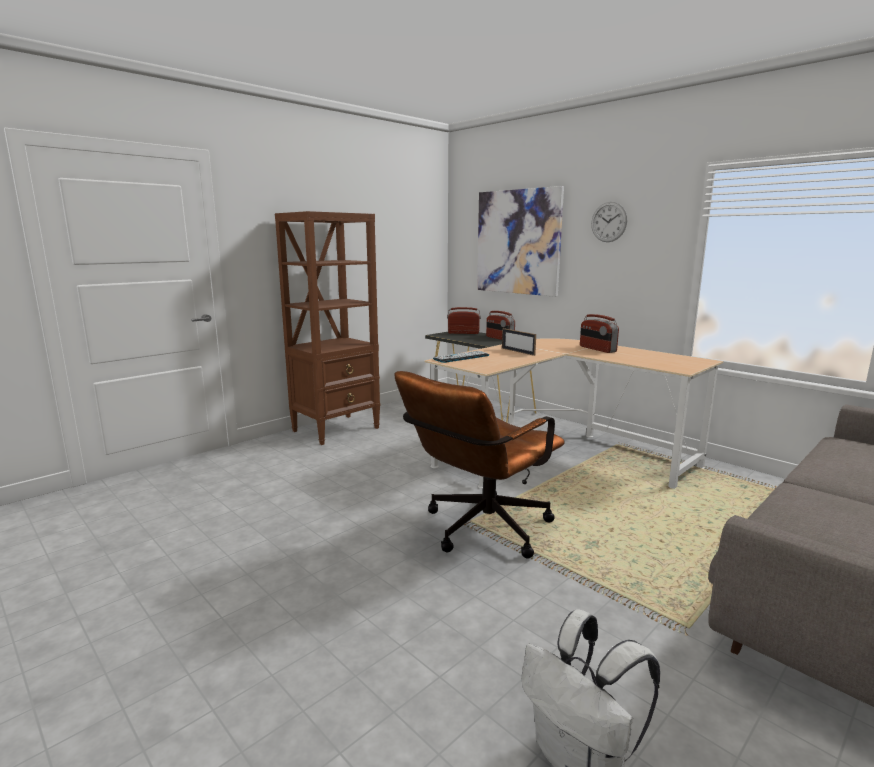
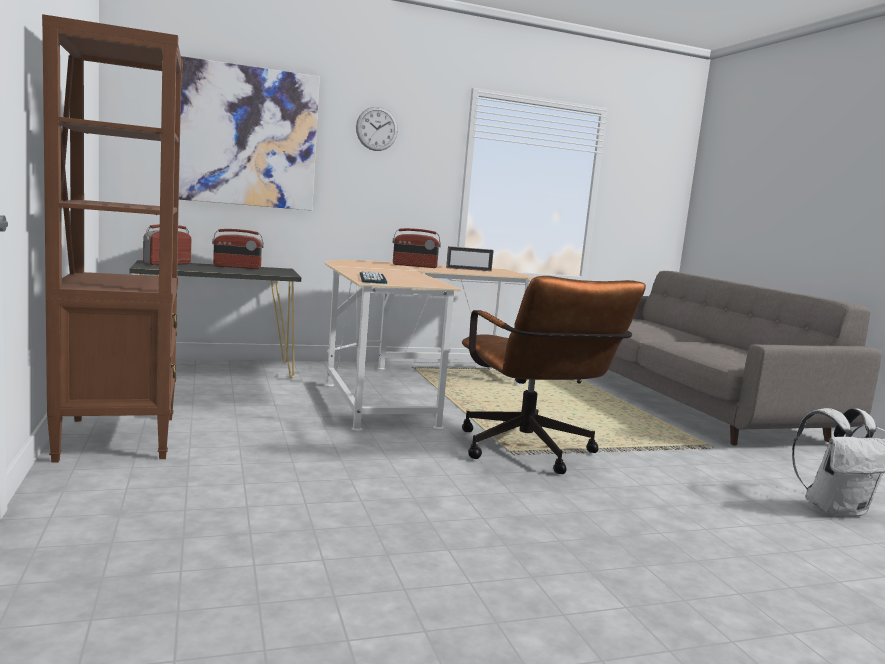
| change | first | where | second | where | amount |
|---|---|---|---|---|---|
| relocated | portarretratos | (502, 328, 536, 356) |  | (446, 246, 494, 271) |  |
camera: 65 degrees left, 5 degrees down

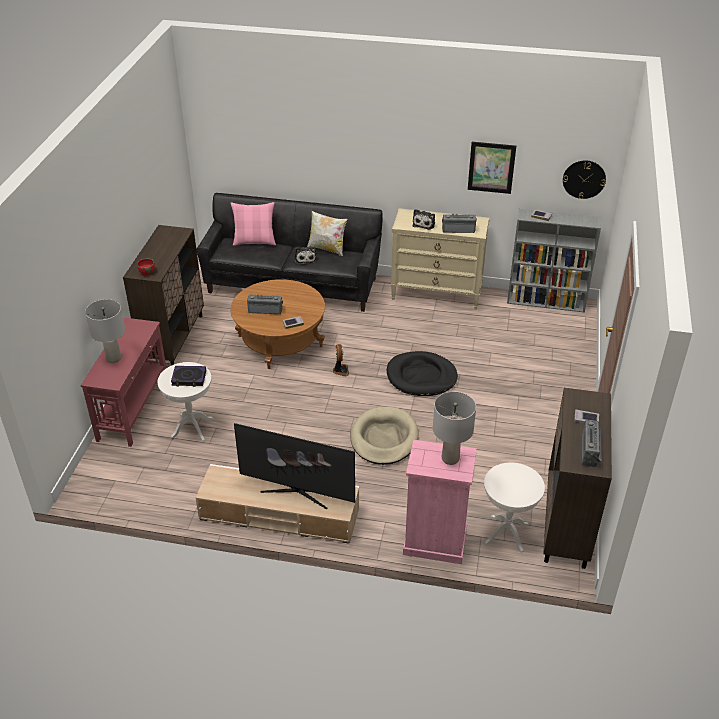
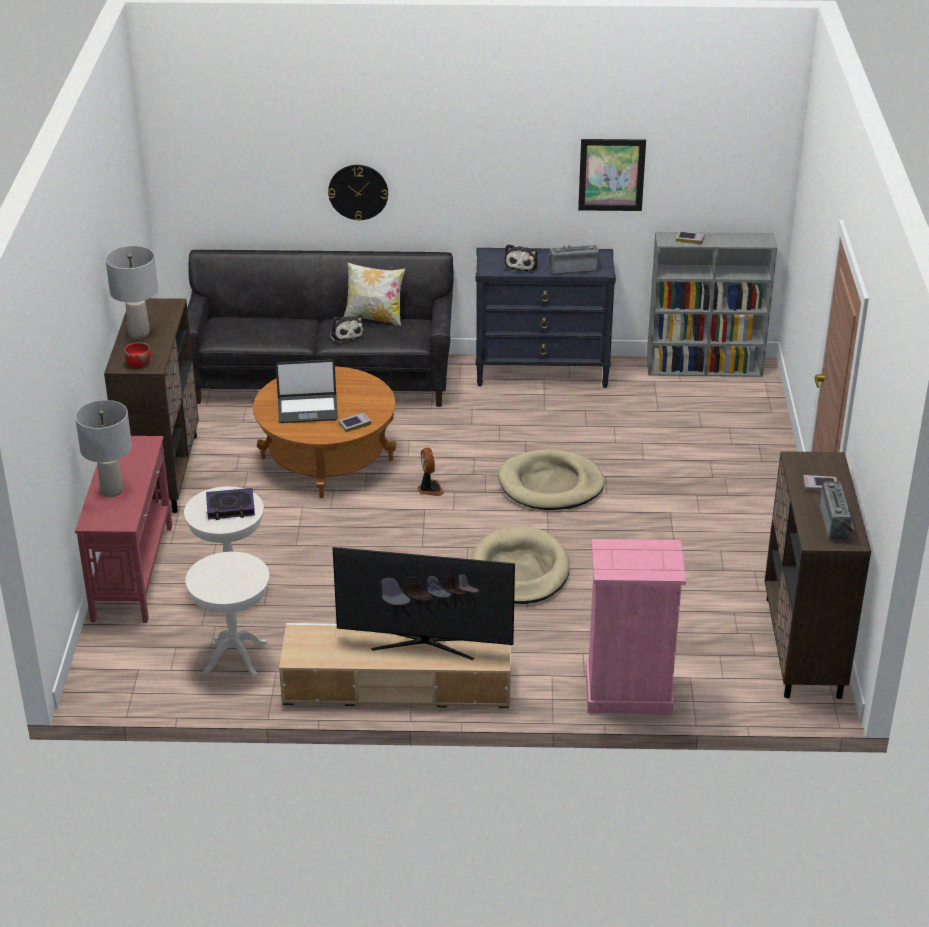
| change | first | where | second | where | amount |
|---|---|---|---|---|---|
| relocated | reloj de pared | (563, 160, 606, 199) |  | (328, 165, 388, 221) |  |
| missing | cojín [rosa] | (230, 202, 276, 246) |  |  |  |
| colour | cómoda [beis] | (391, 208, 490, 310) | cómoda [negro] | (476, 248, 616, 388) |  |
| exchanged | radio | (247, 294, 283, 314) | portátil | (276, 359, 338, 423) |  |
| colour | cama para perro [negro] | (387, 351, 458, 396) | cama para perro [beis] | (498, 449, 604, 510) |  |
| relocated | lámpara de mesa [gris] | (433, 392, 476, 465) |  | (106, 246, 158, 339) |  |
| relocated | mesa auxiliar [blanco] | (484, 463, 545, 553) |  | (186, 552, 270, 677) |  |
camera: 10 degrees left, 5 degrees down

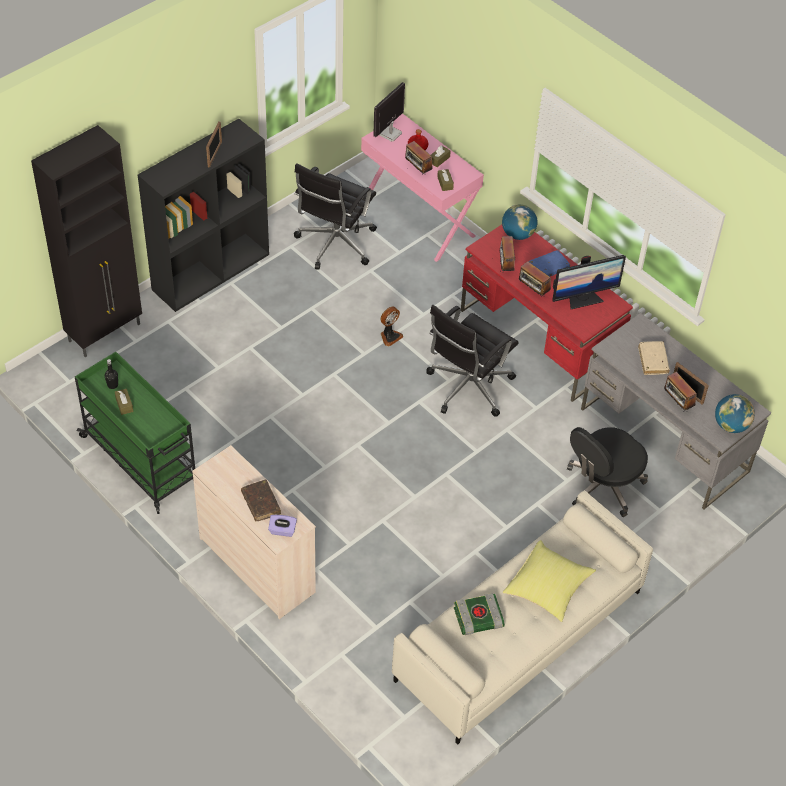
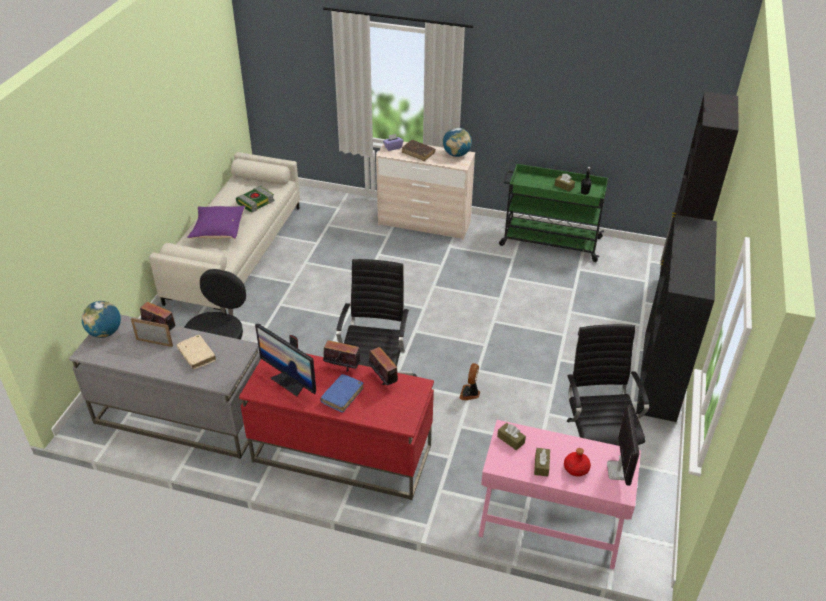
| change | first | where | second | where | amount |
|---|---|---|---|---|---|
| missing | portarretratos | (206, 121, 222, 167) |  |  |  |
| missing | radio | (405, 141, 433, 175) |  |  |  |
| relocated | globo terráqueo | (502, 204, 538, 240) |  | (443, 127, 472, 157) |  |
| spun | monitor | (552, 255, 626, 309) |  | (255, 324, 316, 396) | 90 degrees counterclockwise |
| colour | cojín [amarillo] | (503, 540, 596, 622) | cojín [morado] | (187, 206, 245, 239) |  |
camera: 150 degrees right, 10 degrees down

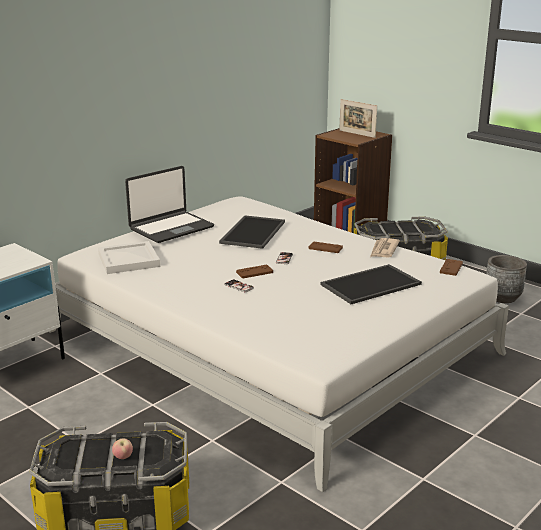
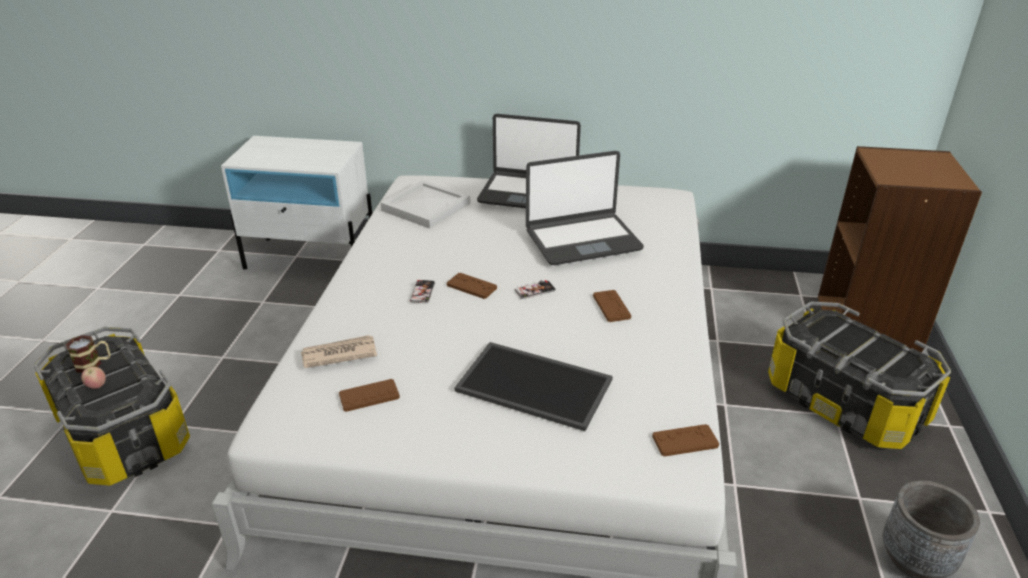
| change | first | where | second | where | amount |
|---|---|---|---|---|---|
| missing | portarretratos | (339, 99, 377, 138) |  |  |  |
| exchanged | bandeja | (219, 215, 285, 249) | portátil | (526, 151, 644, 265) |  |
| relocated | periódico | (370, 238, 400, 258) |  | (301, 335, 377, 368) |  |
| appeared |  |  | taza grande | (65, 335, 111, 373) |  |
| appeared |  |  | mando de consola [marrón] | (339, 379, 400, 412) |  |
camera: 55 degrees right, 10 degrees up

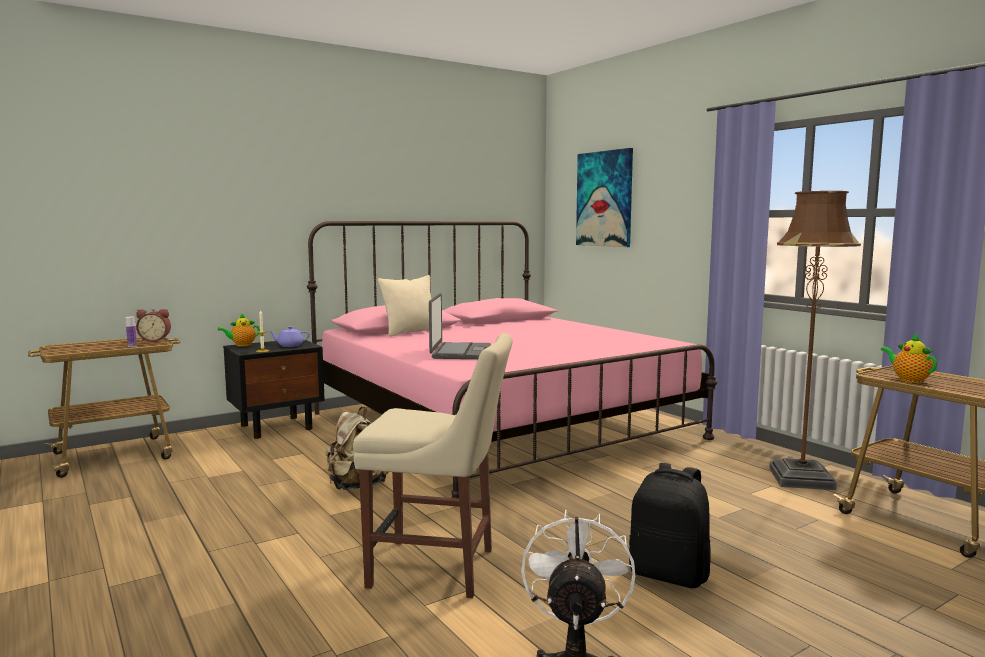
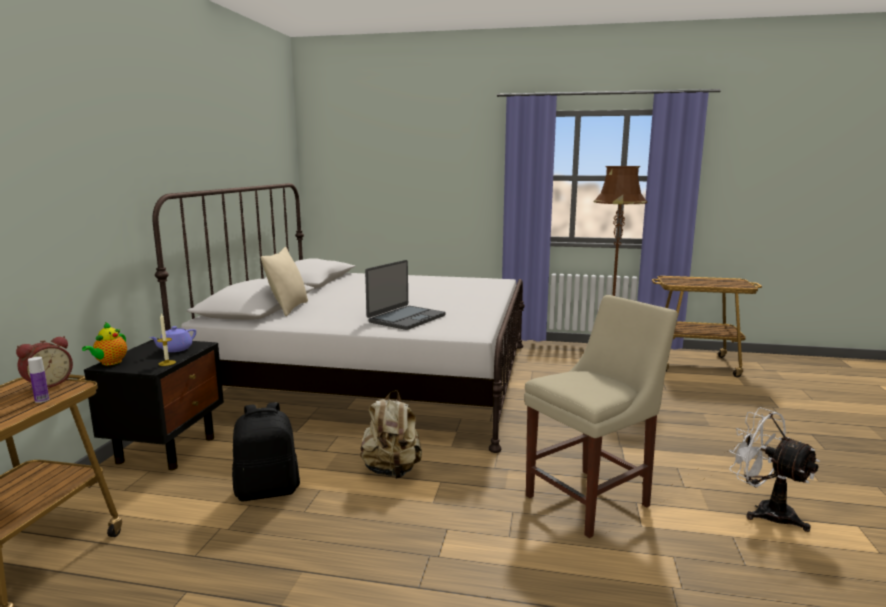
| change | first | where | second | where | amount |
|---|---|---|---|---|---|
| missing | cuadro | (576, 148, 633, 247) |  |  |  |
| colour | cama [rosa] | (307, 221, 717, 507) | cama [blanco] | (152, 183, 525, 453) |  |
| spun | portátil | (429, 293, 491, 359) |  | (365, 260, 446, 330) | 75 degrees clockwise |
| missing | tetera | (881, 334, 937, 383) |  |  |  |
| relocated | mochila [negro] | (629, 463, 710, 588) |  | (232, 402, 300, 501) |  |
camera: 45 degrees left, 5 degrees up

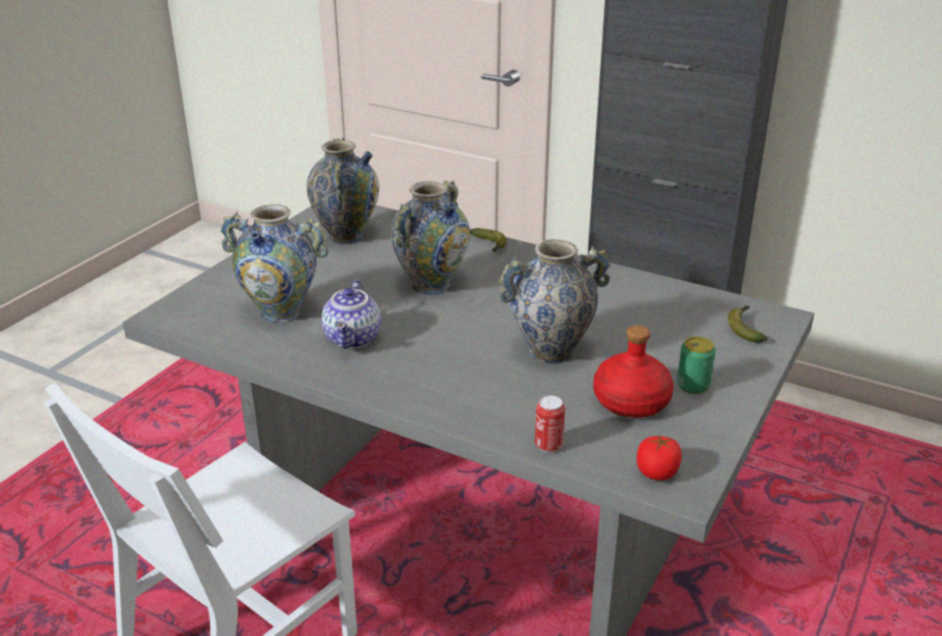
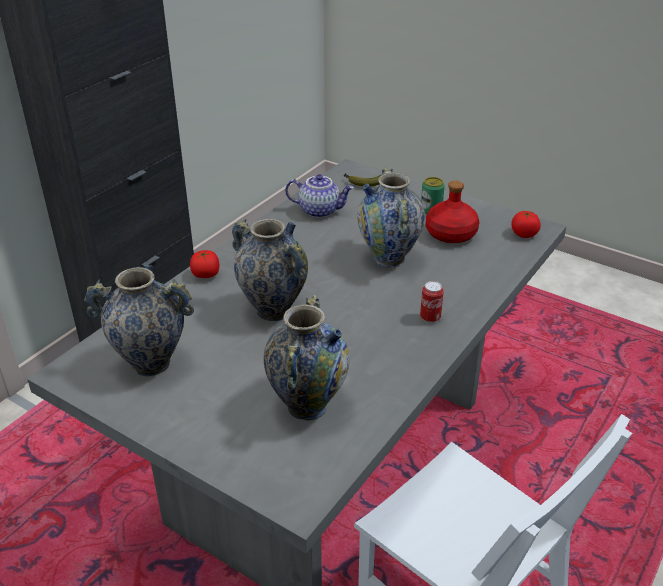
| change | first | where | second | where | amount |
|---|---|---|---|---|---|
| exchanged | plátano | (470, 228, 507, 252) | tomate | (190, 250, 219, 278) |  |
| relocated | tetera | (322, 279, 381, 349) |  | (285, 174, 354, 218) |  |
| relocated | lata | (535, 395, 565, 452) |  | (420, 281, 444, 323) |  |
camera: 85 degrees left, 5 degrees up

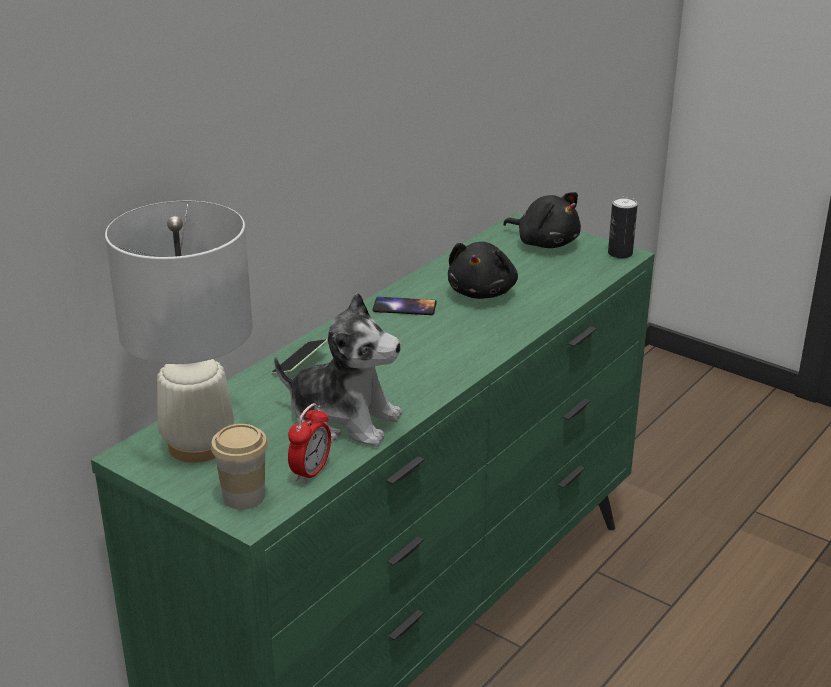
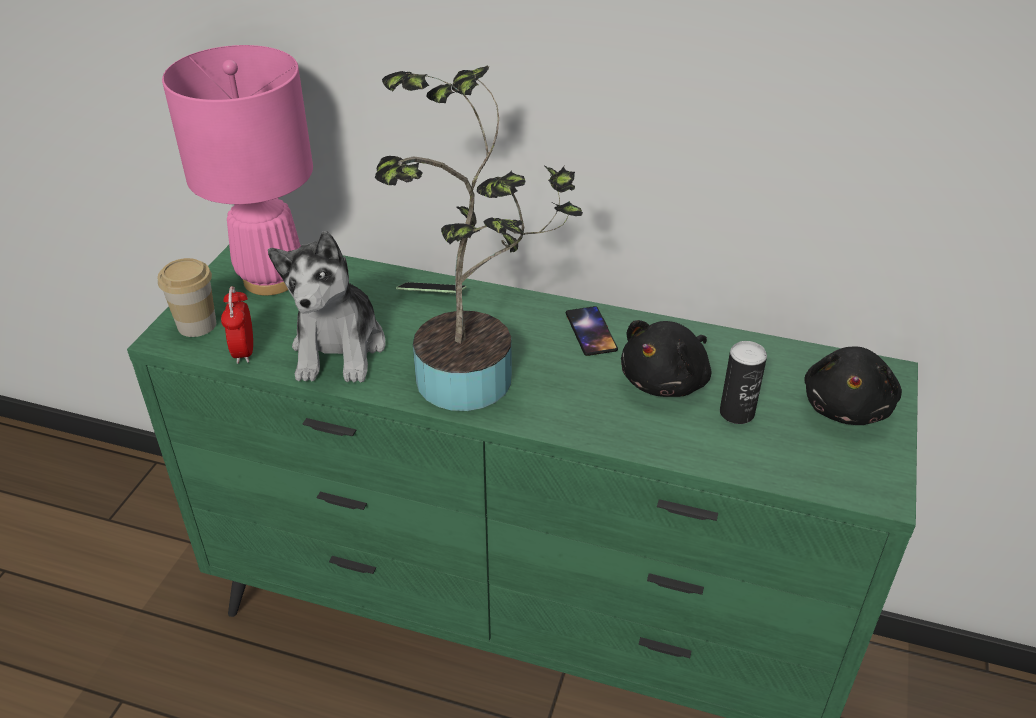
| change | first | where | second | where | amount |
|---|---|---|---|---|---|
| relocated | lata | (608, 197, 638, 259) |  | (720, 341, 767, 424) |  |
| colour | lámpara de mesa [blanco] | (105, 201, 253, 463) | lámpara de mesa [rosa] | (162, 45, 313, 295) |  |
| spun | peluche [negro] | (448, 242, 518, 299) |  | (621, 320, 711, 397) | 45 degrees counterclockwise |
| spun | despertador | (288, 403, 331, 484) |  | (221, 286, 253, 364) | 75 degrees clockwise |
| appeared |  |  | planta en maceta | (375, 66, 583, 411) |  |
camera: 70 degrees right, 10 degrees up

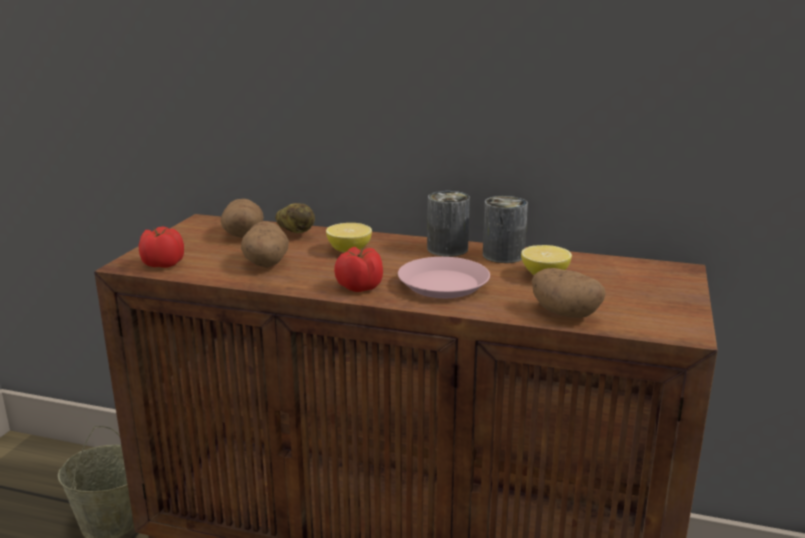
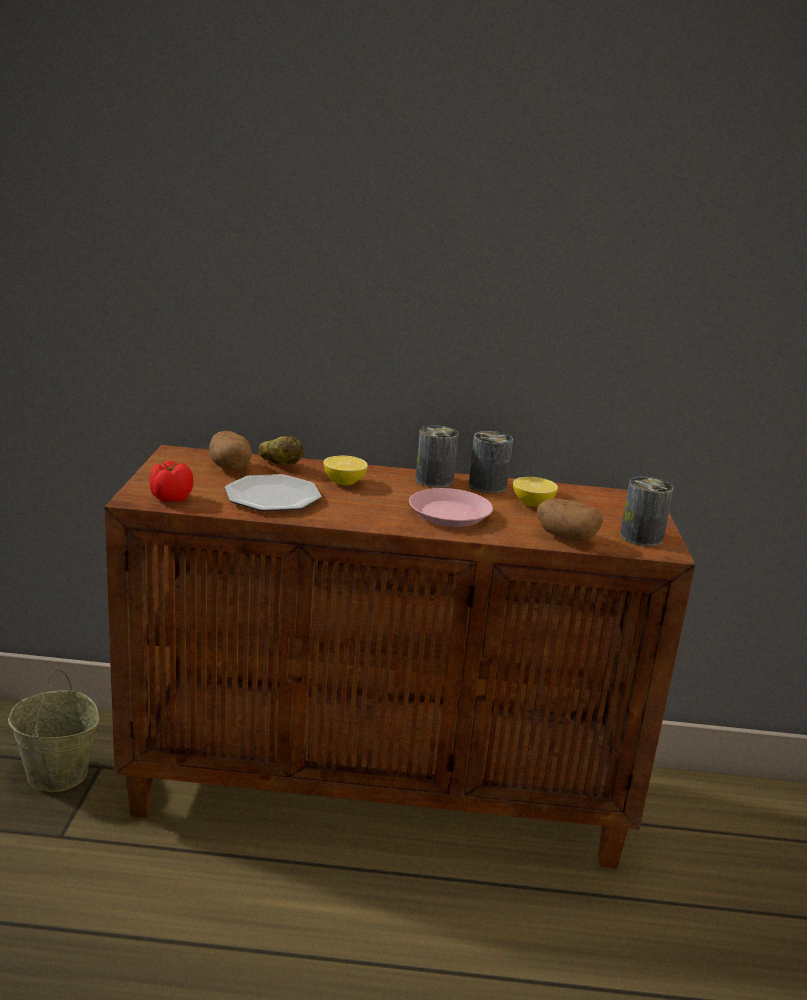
| change | first | where | second | where | amount |
|---|---|---|---|---|---|
| exchanged | patata | (241, 221, 289, 268) | plato | (225, 474, 322, 511) |  |
| missing | tomate | (334, 247, 383, 292) |  |  |  |
| appeared |  |  | lata | (620, 477, 674, 546) |  |
camera: 15 degrees left, 0 degrees up

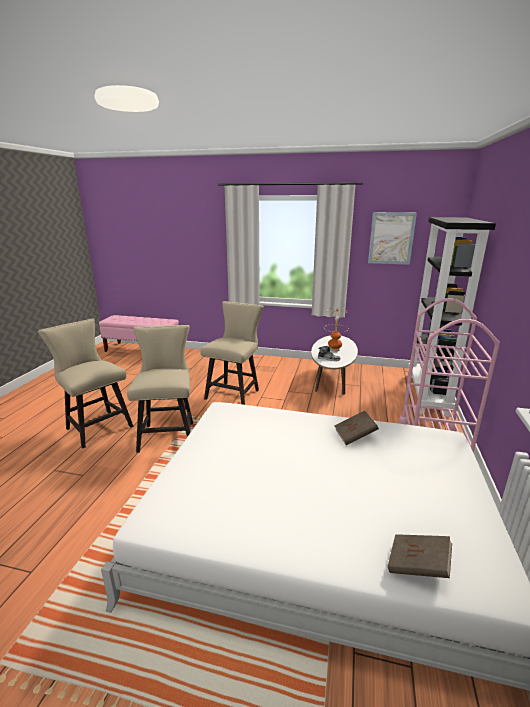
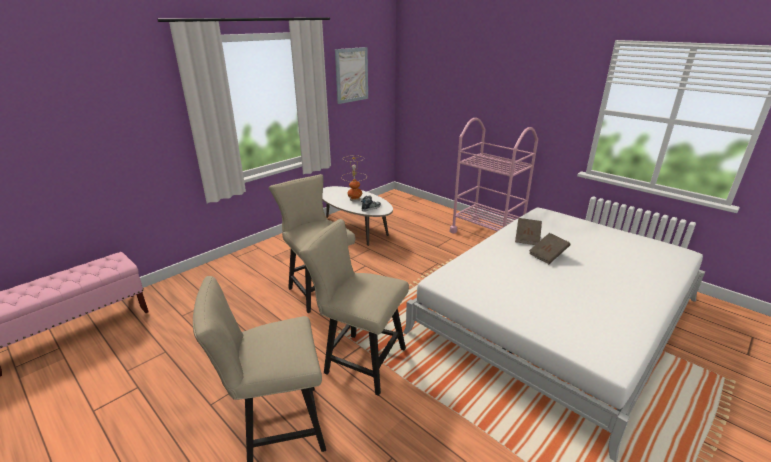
| change | first | where | second | where | amount |
|---|---|---|---|---|---|
| missing | estantería [negro] | (408, 217, 496, 417) |  |  |  |
| relocated | libro [marrón] | (388, 534, 452, 578) |  | (529, 233, 571, 264) |  |
camera: 60 degrees left, 5 degrees up

